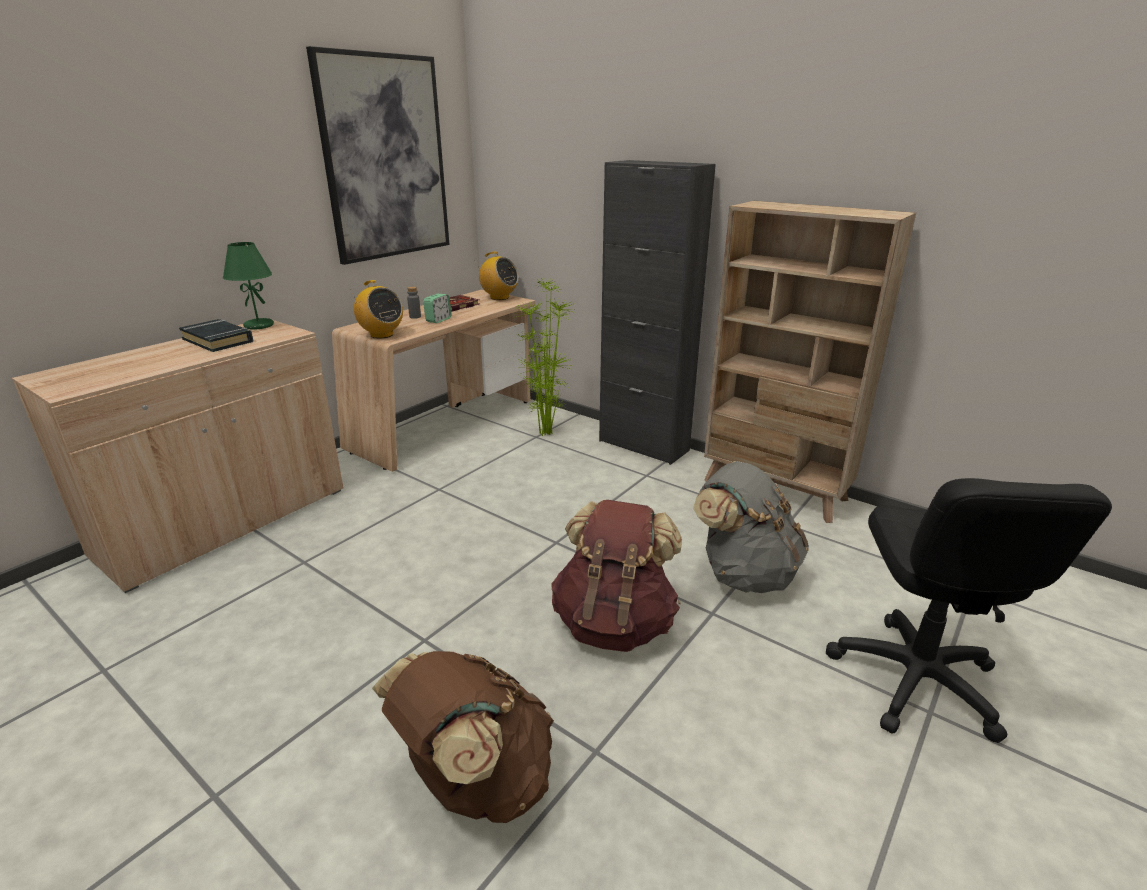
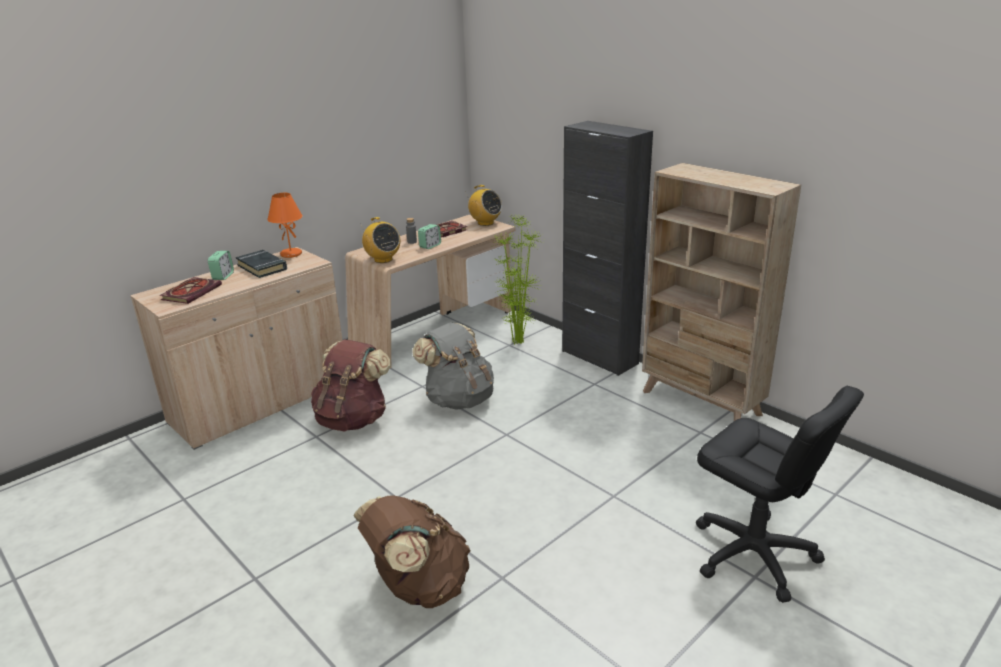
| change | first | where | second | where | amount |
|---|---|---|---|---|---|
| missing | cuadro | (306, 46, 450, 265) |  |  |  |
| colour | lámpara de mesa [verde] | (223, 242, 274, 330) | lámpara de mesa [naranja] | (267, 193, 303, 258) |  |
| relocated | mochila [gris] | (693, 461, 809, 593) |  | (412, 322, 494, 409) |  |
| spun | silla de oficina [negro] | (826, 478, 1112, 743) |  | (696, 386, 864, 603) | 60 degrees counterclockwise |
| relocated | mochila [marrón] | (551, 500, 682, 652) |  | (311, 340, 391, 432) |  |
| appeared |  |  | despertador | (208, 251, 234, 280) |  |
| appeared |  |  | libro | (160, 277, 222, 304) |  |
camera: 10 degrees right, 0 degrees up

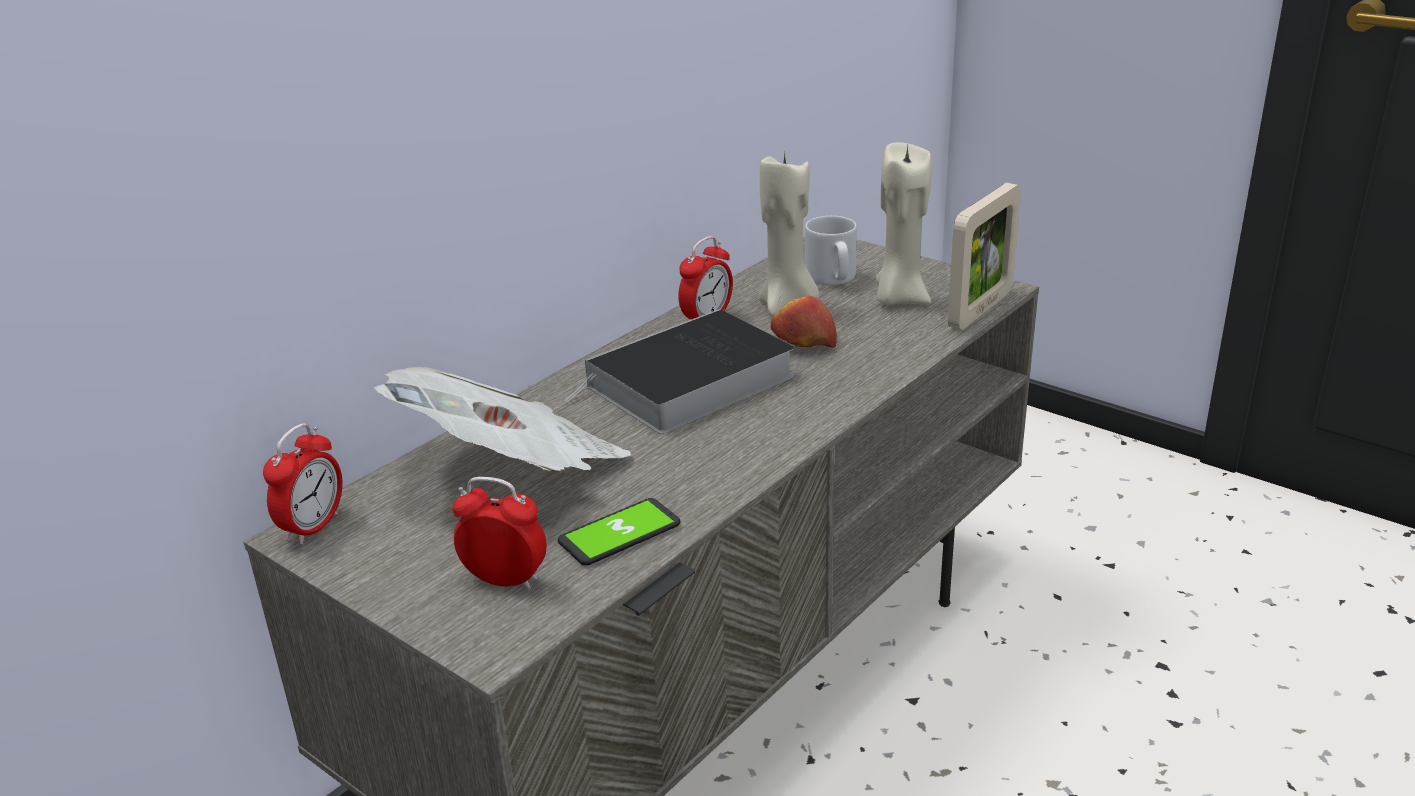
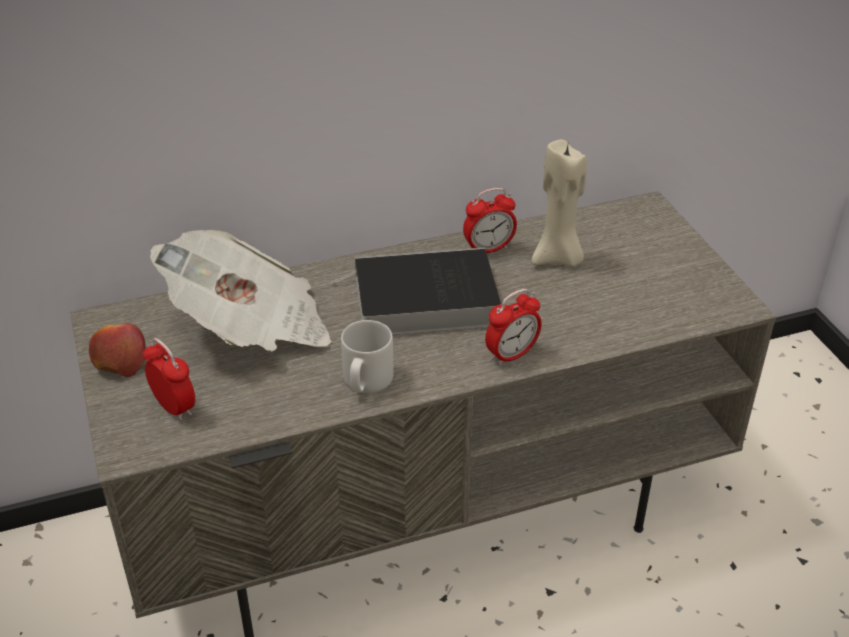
| change | first | where | second | where | amount |
|---|---|---|---|---|---|
| missing | vela [beis] | (876, 142, 932, 305) |  |  |  |
| missing | portarretratos | (948, 183, 1021, 330) |  |  |  |
| relocated | taza grande [gris] | (805, 216, 857, 285) |  | (341, 320, 394, 393) |  |
| relocated | manzana | (771, 296, 837, 348) |  | (89, 323, 146, 378) |  |
| relocated | despertador | (263, 423, 342, 545) |  | (485, 289, 541, 366) |  |
| missing | móvil | (558, 498, 681, 566) |  |  |  |
camera: 30 degrees right, 10 degrees up

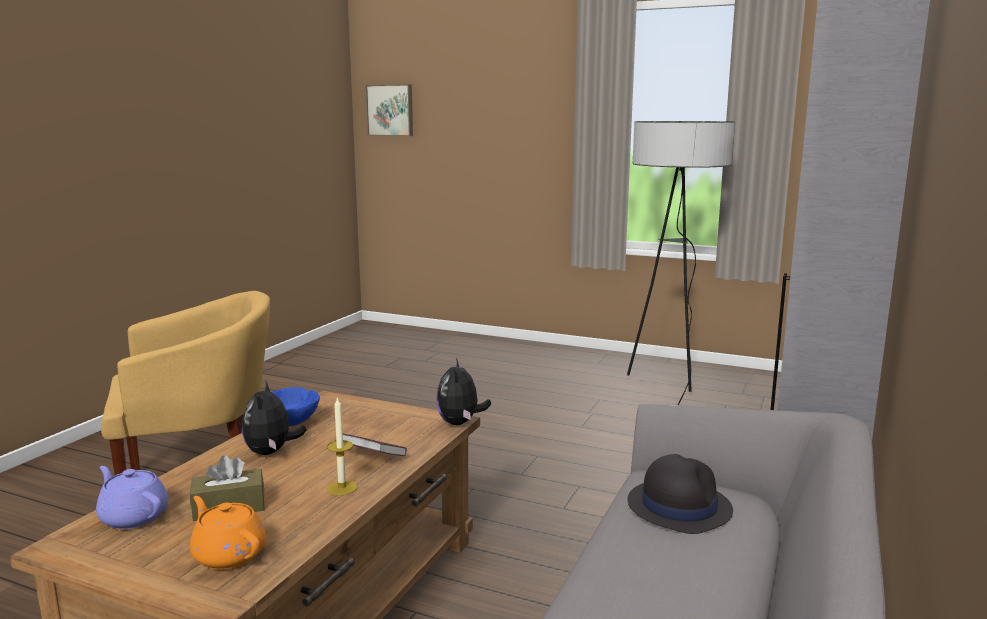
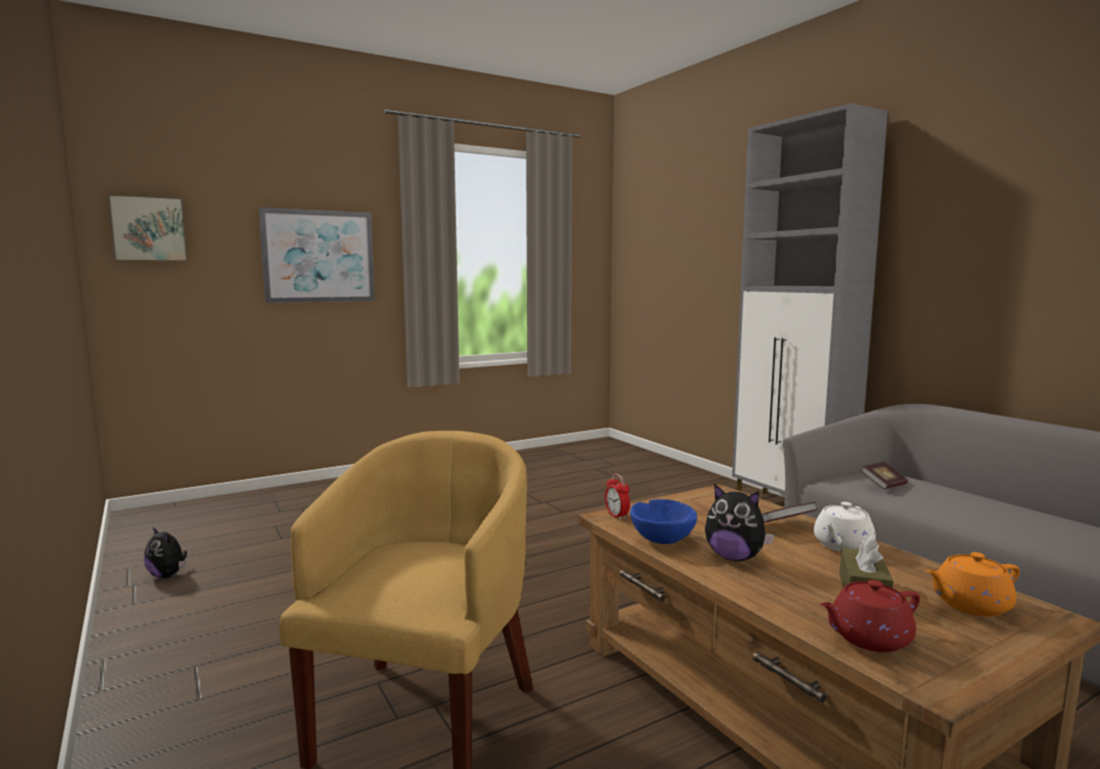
| change | first | where | second | where | amount |
|---|---|---|---|---|---|
| missing | lámpara de pie | (627, 121, 735, 406) |  |  |  |
| relocated | peluche | (436, 358, 491, 425) |  | (144, 527, 187, 578) |  |
| exchanged | vela | (327, 397, 357, 495) | tetera [blanco] | (813, 502, 876, 552) |  |
| exchanged | sombrero [negro] | (627, 454, 733, 534) | libro | (861, 462, 908, 490) |  |
| colour | tetera [morado] | (96, 466, 169, 529) | tetera [rojo] | (820, 580, 920, 652) |  |
| appeared |  |  | cuadro | (259, 207, 375, 303) |  |
| appeared |  |  | despertador | (605, 474, 630, 520) |  |
camera: 55 degrees left, 5 degrees down

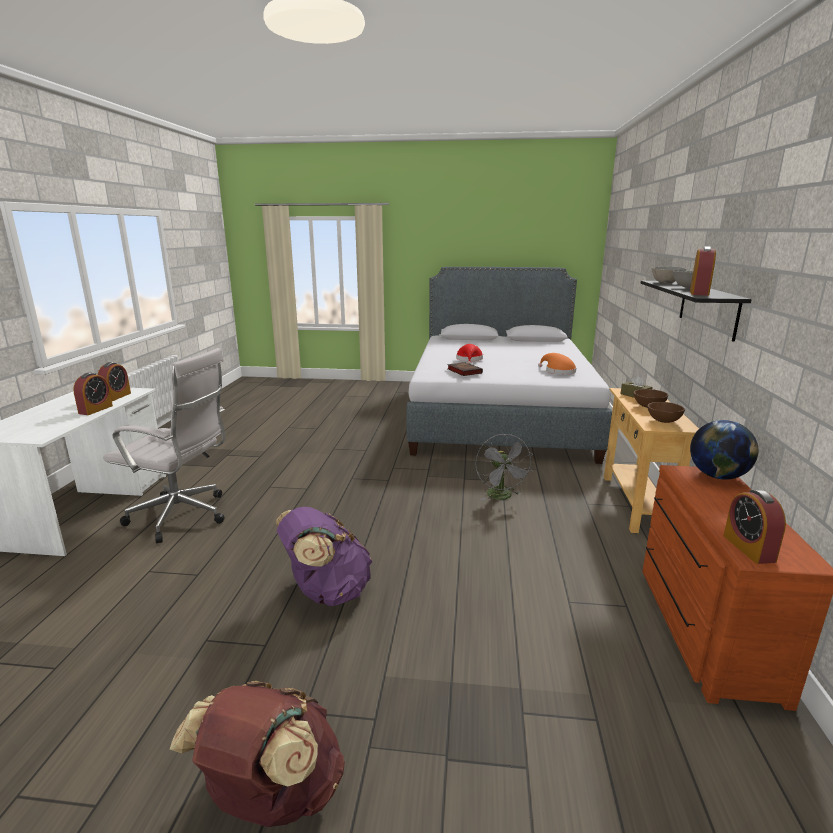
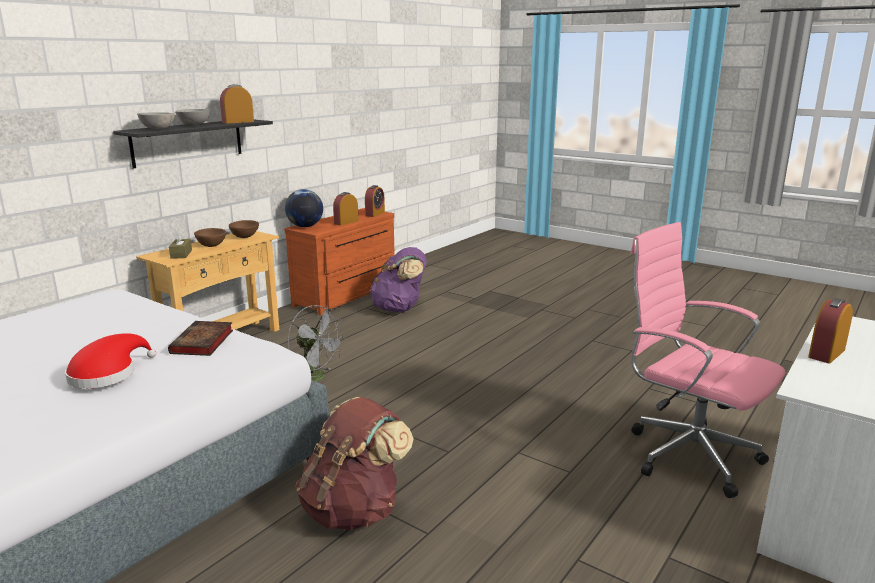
| change | first | where | second | where | amount |
|---|---|---|---|---|---|
| colour | silla de oficina [blanco] | (103, 348, 226, 543) | silla de oficina [rosa] | (630, 222, 785, 498) |  |
| missing | sombrero [naranja] | (538, 353, 576, 375) |  |  |  |
| relocated | despertador | (97, 362, 131, 401) |  | (333, 192, 358, 226) |  |
| spun | ventilador [gris] | (475, 434, 533, 500) |  | (288, 305, 345, 382) | 105 degrees clockwise |
| relocated | mochila [morado] | (276, 507, 373, 606) |  | (370, 247, 427, 313) |  |
| relocated | mochila [marrón] | (170, 681, 345, 827) |  | (295, 397, 414, 530) |  |
camera: 150 degrees left, 0 degrees up

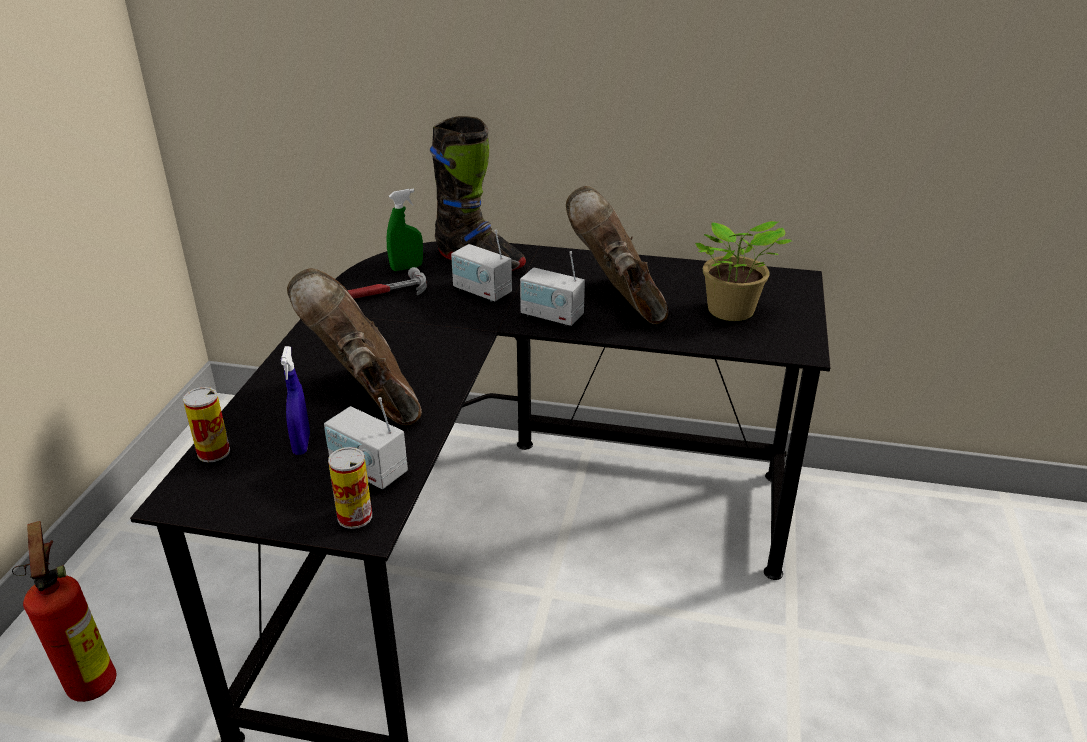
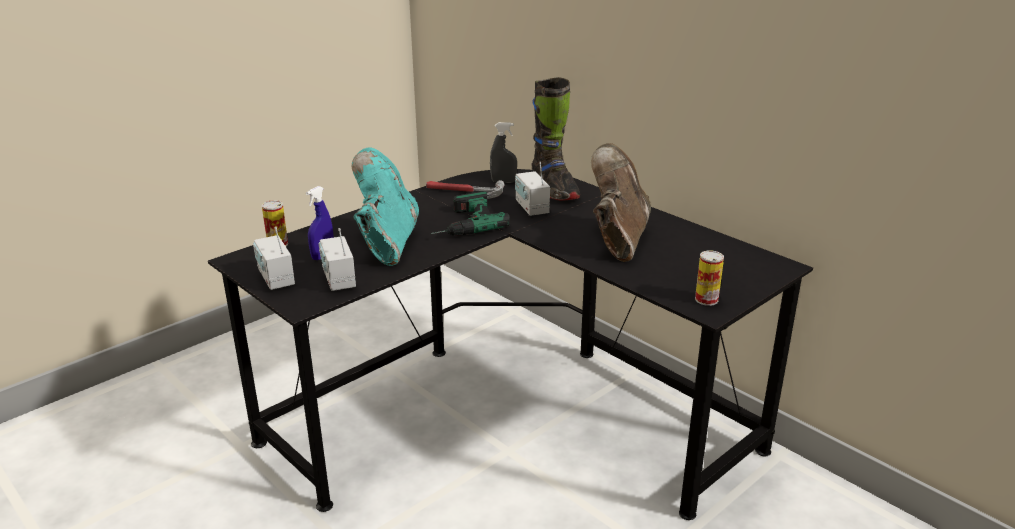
| change | first | where | second | where | amount |
|---|---|---|---|---|---|
| colour | pulverizador [verde] | (387, 189, 423, 271) | pulverizador [gris] | (490, 122, 517, 183) |  |
| missing | planta en maceta | (695, 221, 792, 321) |  |  |  |
| relocated | radio | (520, 251, 585, 326) |  | (253, 227, 295, 290) |  |
| colour | bota [marrón] | (287, 268, 422, 425) | bota [turquesa] | (352, 147, 419, 266) |  |
| relocated | lata | (328, 447, 372, 529) |  | (695, 250, 724, 306) |  |
| missing | extintor | (12, 521, 117, 702) |  |  |  |
| appeared |  |  | taladro | (431, 191, 510, 236) |  |
camera: 35 degrees right, 5 degrees down

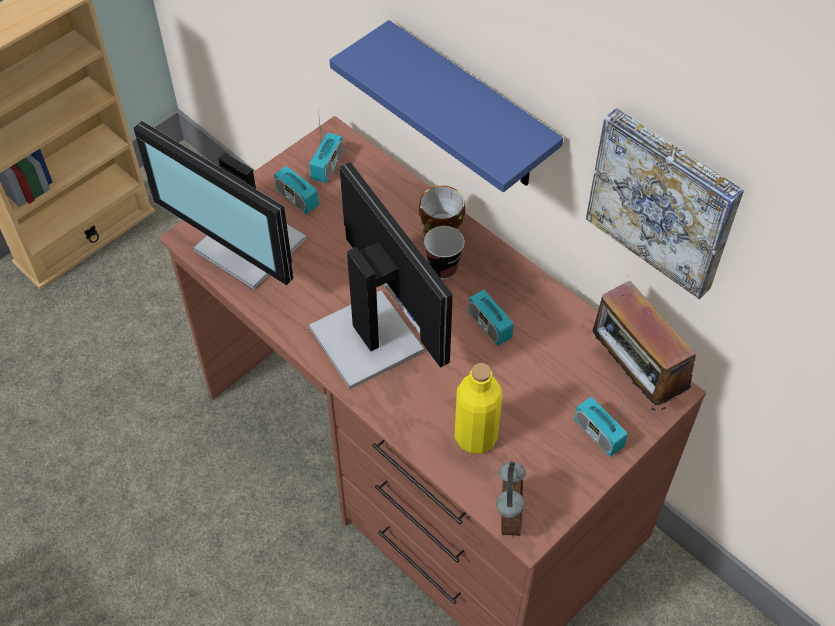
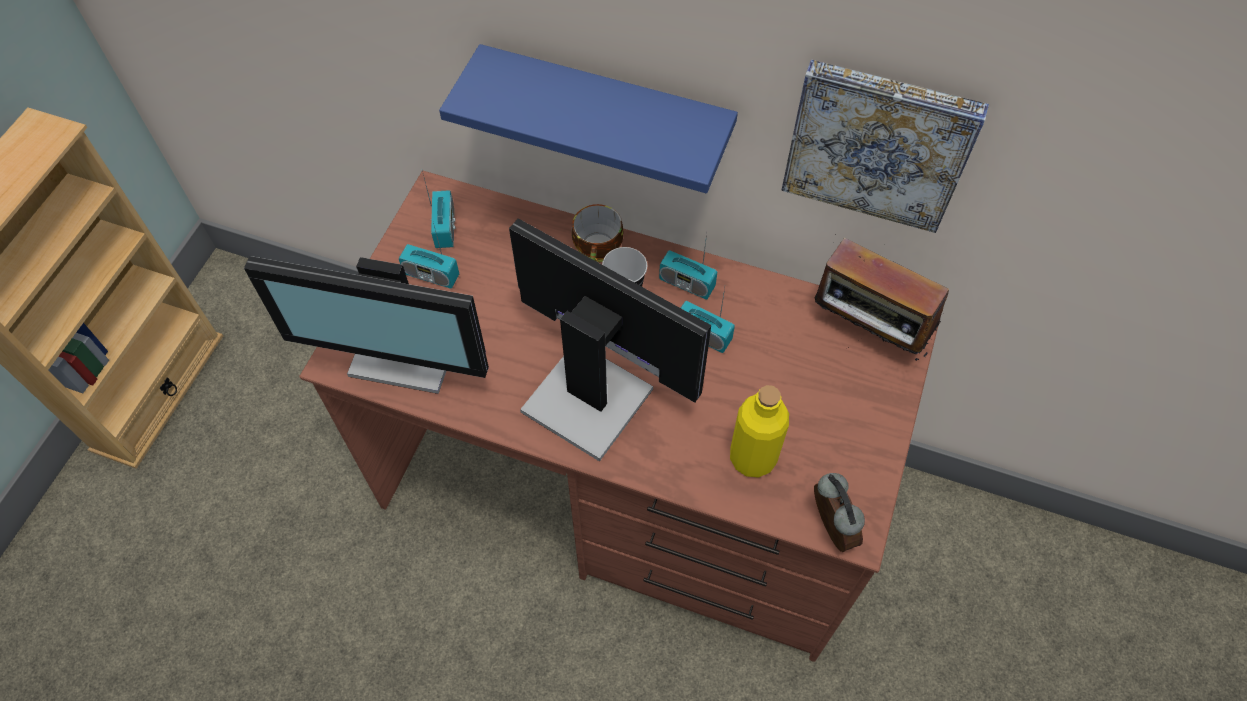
| change | first | where | second | where | amount |
|---|---|---|---|---|---|
| relocated | radio | (574, 393, 628, 457) |  | (659, 233, 717, 299) |  |
camera: 25 degrees left, 5 degrees up

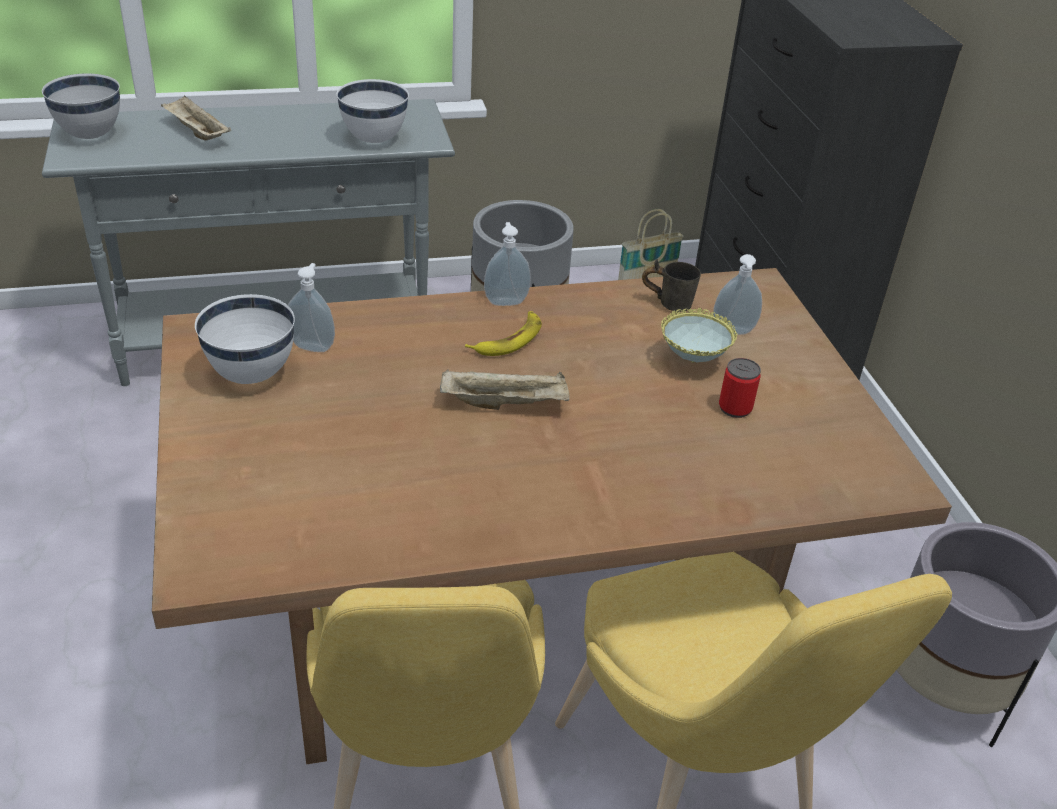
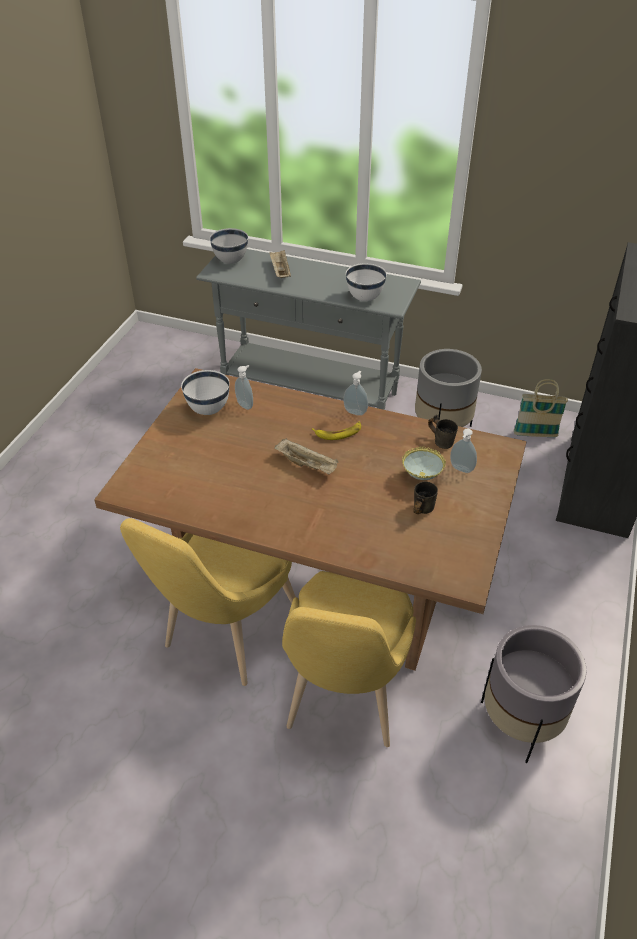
| change | first | where | second | where | amount |
|---|---|---|---|---|---|
| exchanged | lata | (719, 358, 761, 418) | taza grande [gris] | (413, 482, 438, 514) |  |
camera: 35 degrees right, 5 degrees up

